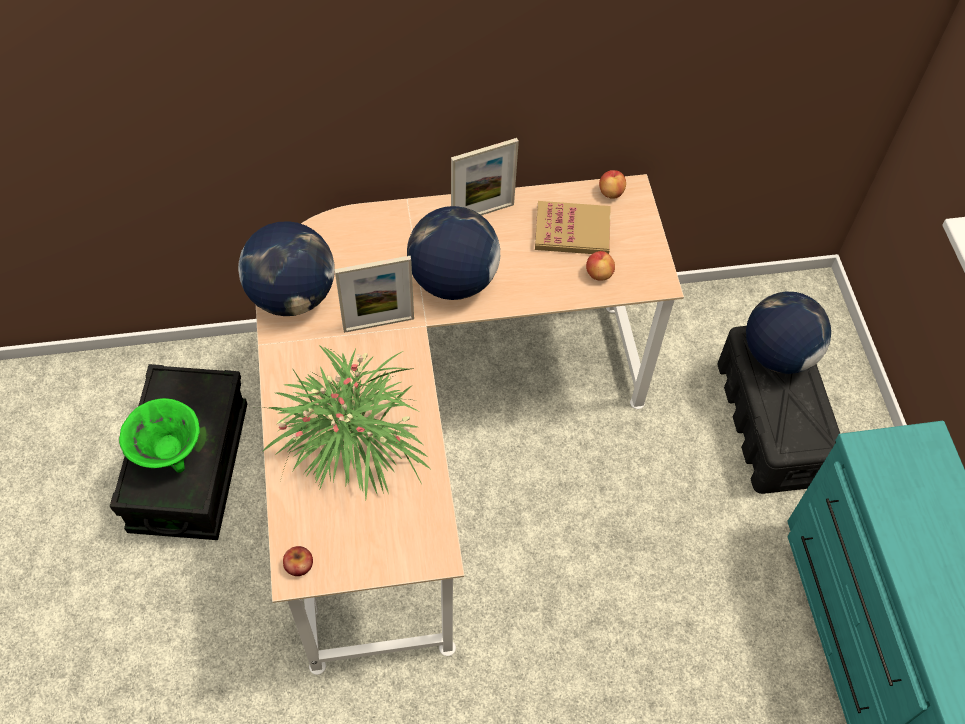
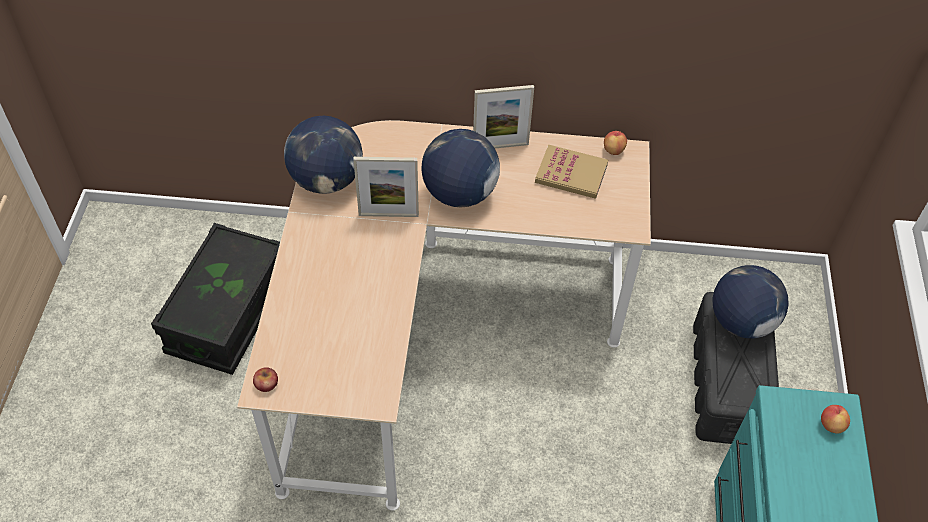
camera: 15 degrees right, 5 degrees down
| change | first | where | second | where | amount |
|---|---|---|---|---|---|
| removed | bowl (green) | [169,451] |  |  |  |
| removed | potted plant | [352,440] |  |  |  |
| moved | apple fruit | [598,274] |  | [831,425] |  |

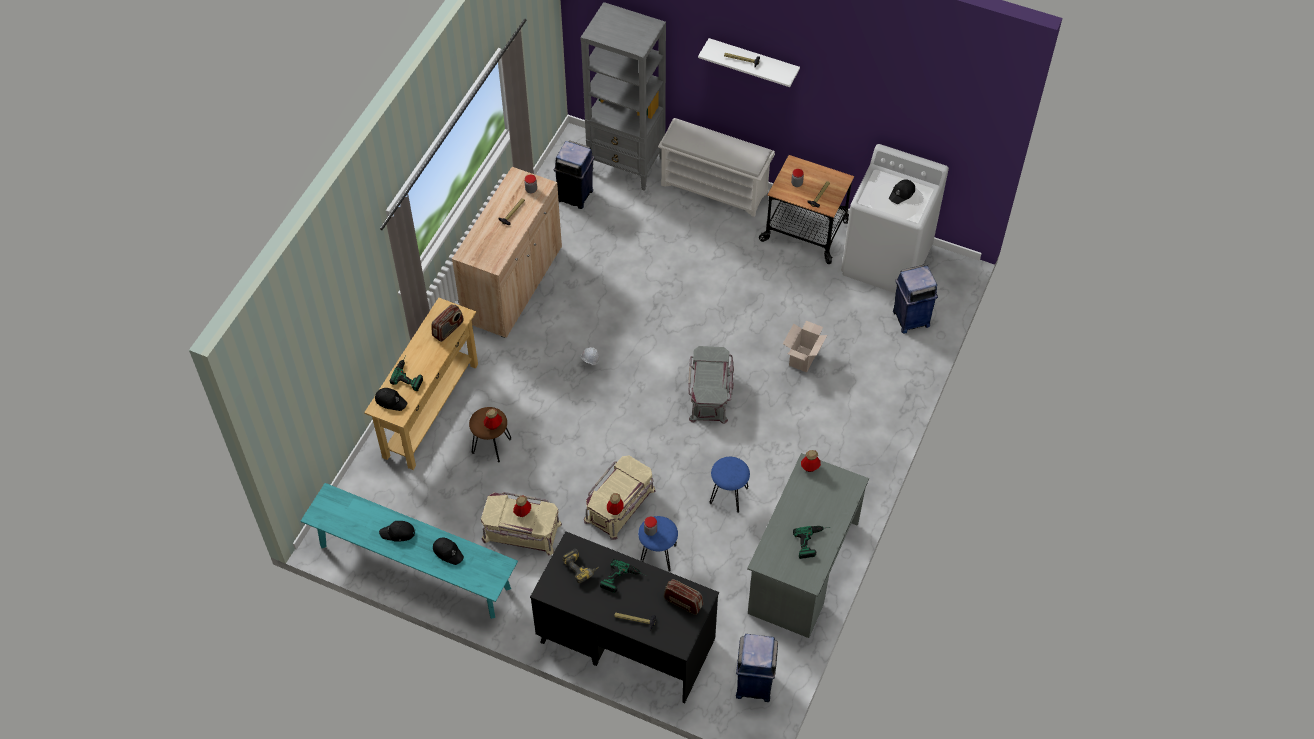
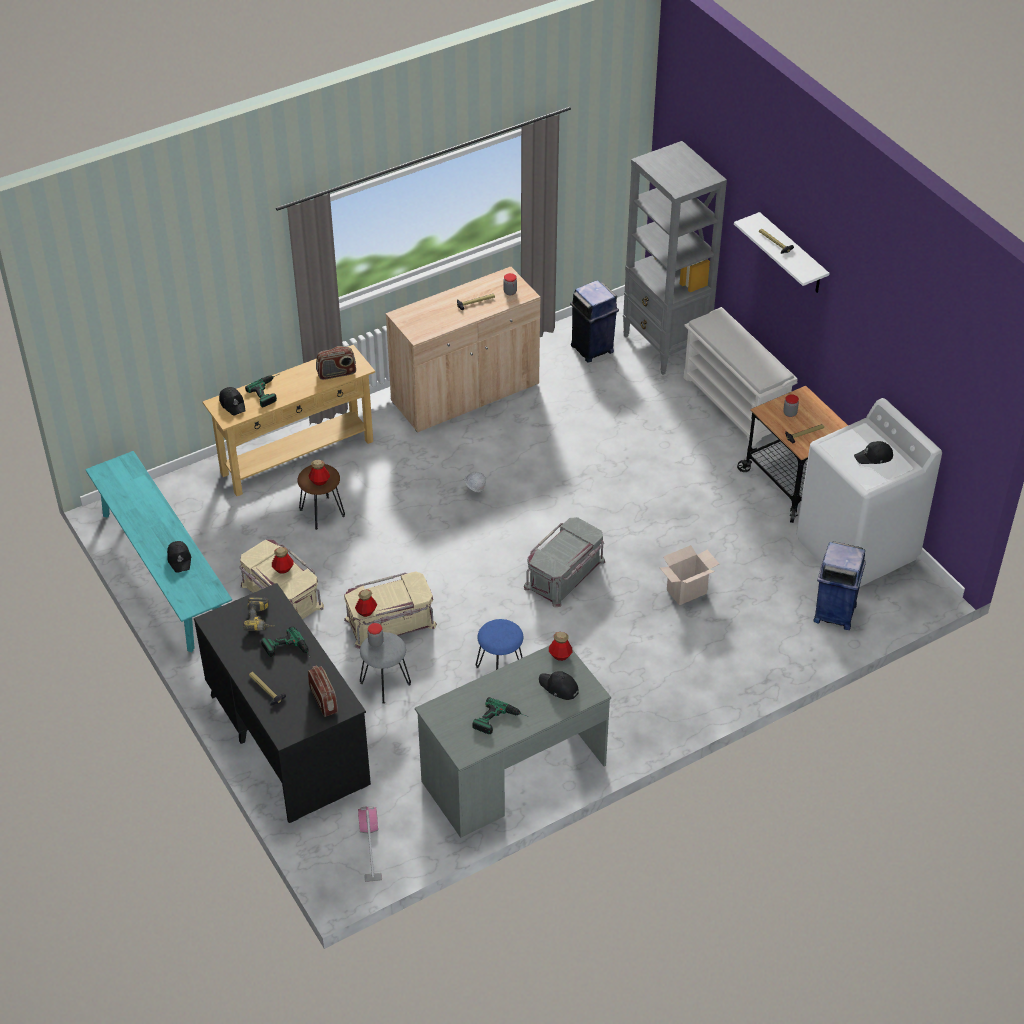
camera: 35 degrees right, 10 degrees down
| change | first | where | second | where | amount |
|---|---|---|---|---|---|
| moved | peaked cap (black) | [398,533] |  | [559,687] |  |
| recoloured | stool (blue-coloured) | [658,555] | stool (gray) | [385,684] |  |
| replaced | rubbish bin (blue-coloured) | [754,684] | vacuum cleaner | [370,846] |  |

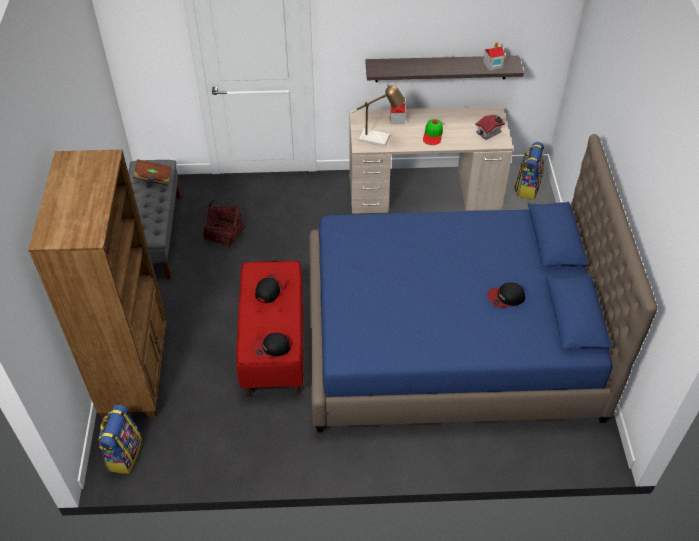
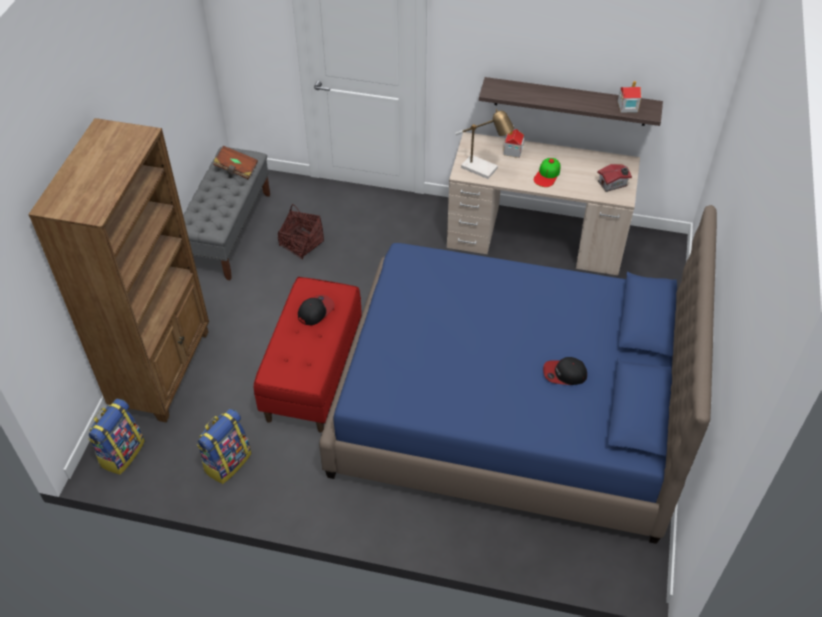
camera: 15 degrees right, 0 degrees up
| change | first | where | second | where | amount |
|---|---|---|---|---|---|
| removed | peaked cap | [271,348] |  |  |  |
| moved | rucksack | [527,187] |  | [227,462] |  |

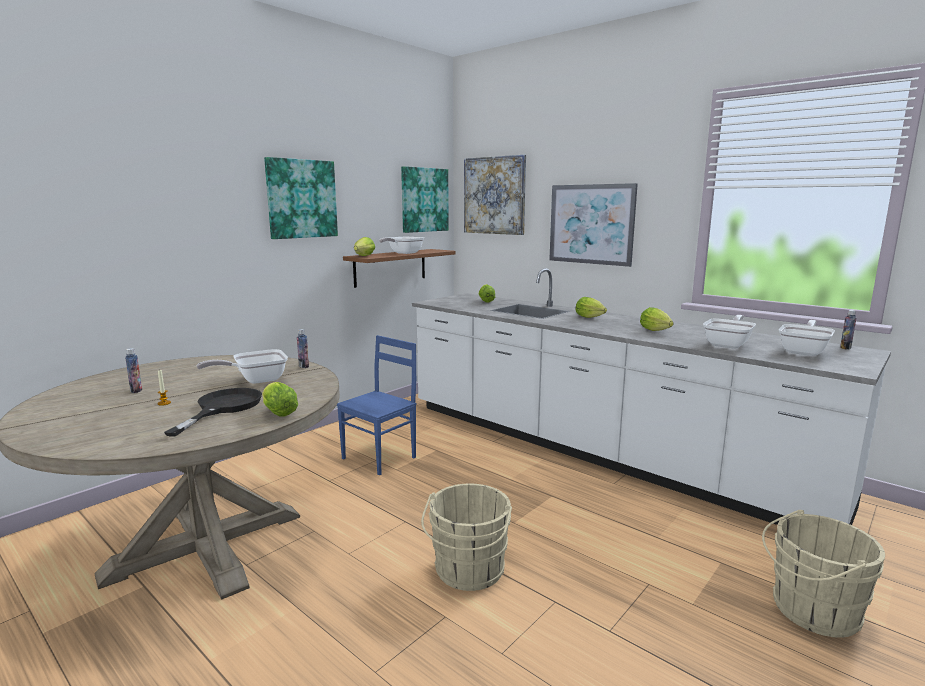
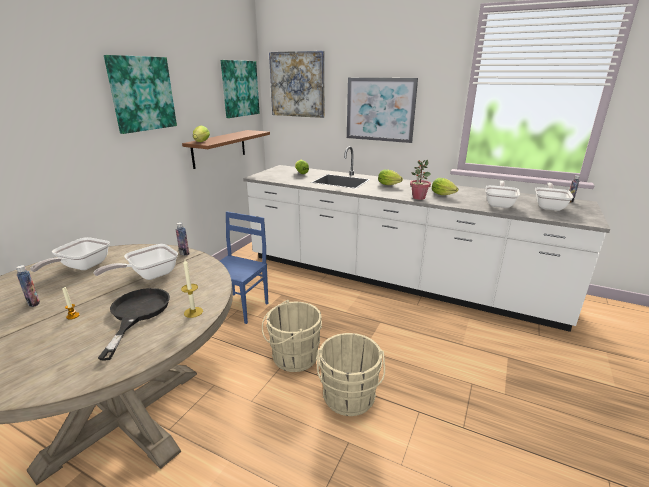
camera: 15 degrees left, 10 degrees up
| change | first | where | second | where | amount |
|---|---|---|---|---|---|
| replaced | lettuce head | [278,412] | wax candle | [193,312] |  |
| moved | pan | [403,253] |  | [81,267] |  |
| moved | bucket (sand-coloured) | [810,610] |  | [292,357] |  |
| added |  |  | potted plant | [418,198] |  |

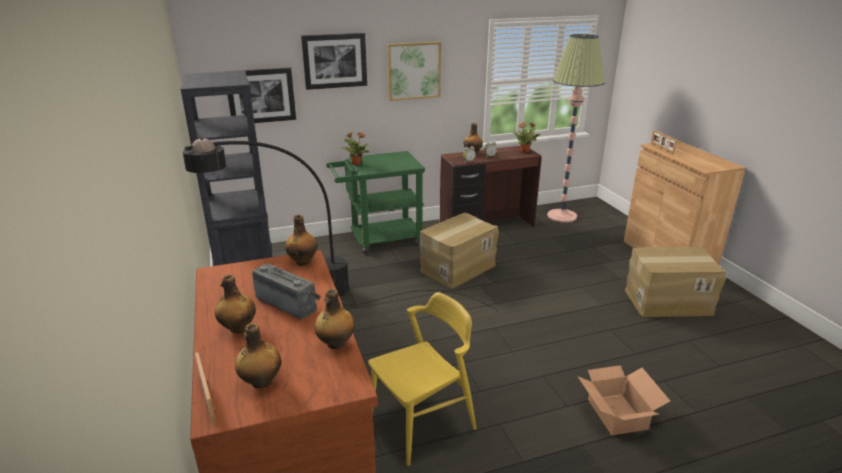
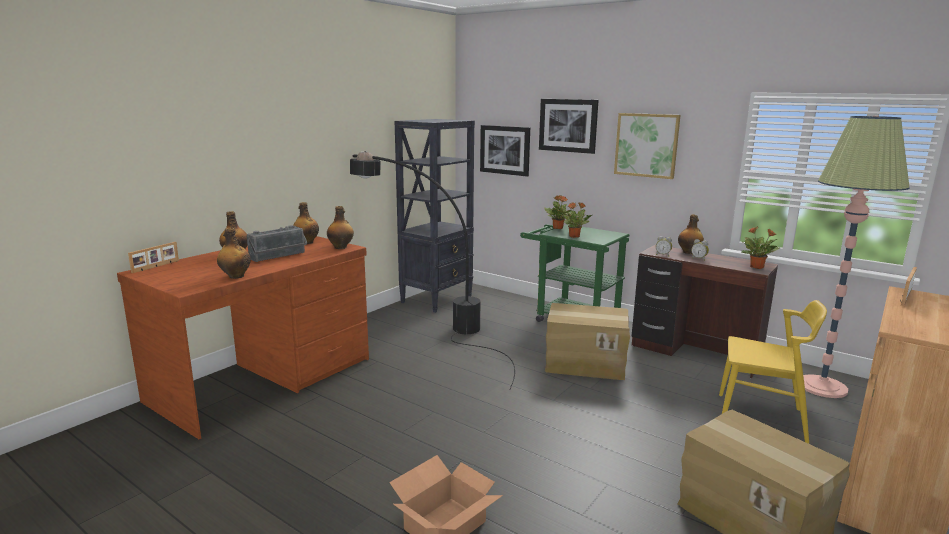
camera: 55 degrees right, 10 degrees down
| change | first | where | second | where | amount |
|---|---|---|---|---|---|
| moved | beverage bottle | [261,382] |  | [306,242] |  |
| turned | radio set | [289,303] |  | [278,257] | 45 degrees clockwise |
| moved | plain chair (yellowish) | [422,423] |  | [761,418] |  |
| added |  |  | potted plant | [574,236] |  |

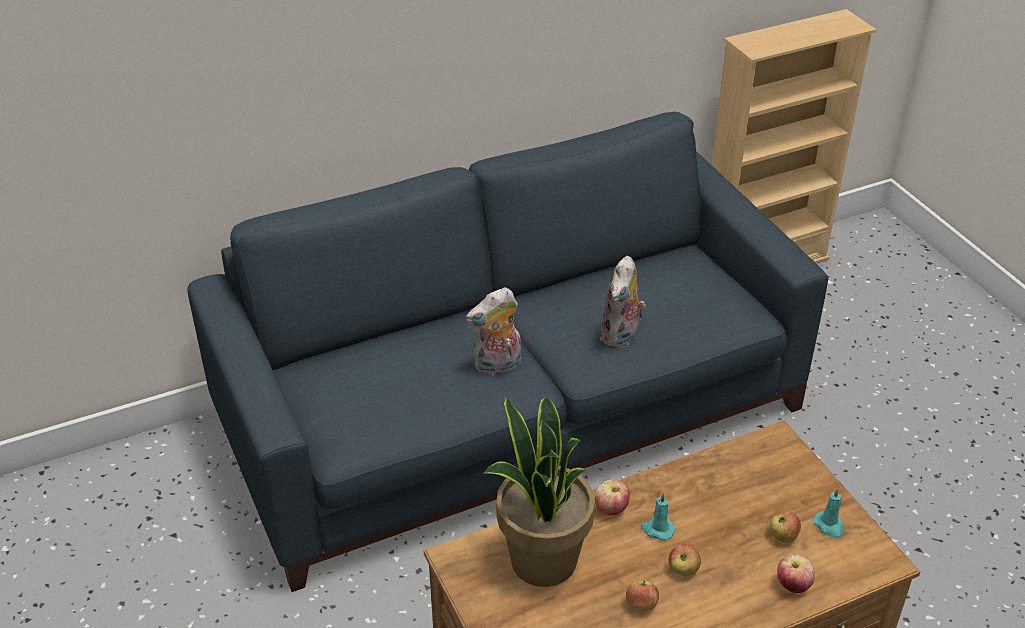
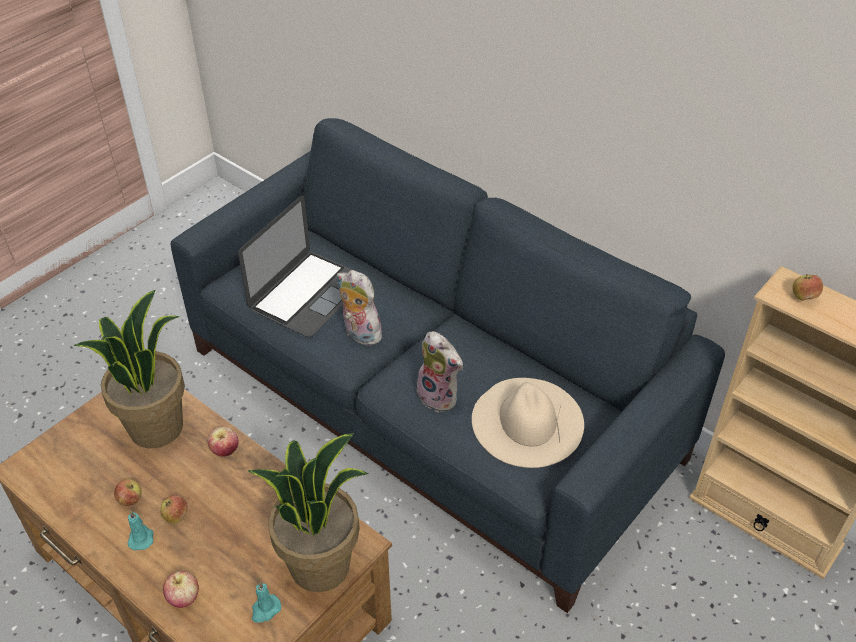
camera: 65 degrees right, 5 degrees up
| change | first | where | second | where | amount |
|---|---|---|---|---|---|
| turned | plush toy | [621,336] |  | [440,396] | 135 degrees counterclockwise |
| moved | wax candle (blue-green) | [657,529] |  | [141,538] |  |
| moved | apple fruit | [783,536] |  | [803,297] |  |
| added |  |  | laptop | [308,293] |  |
| added |  |  | potted plant | [320,564] |  |
| added |  |  | wearable hat (sand-coloured) | [527,421] |  |

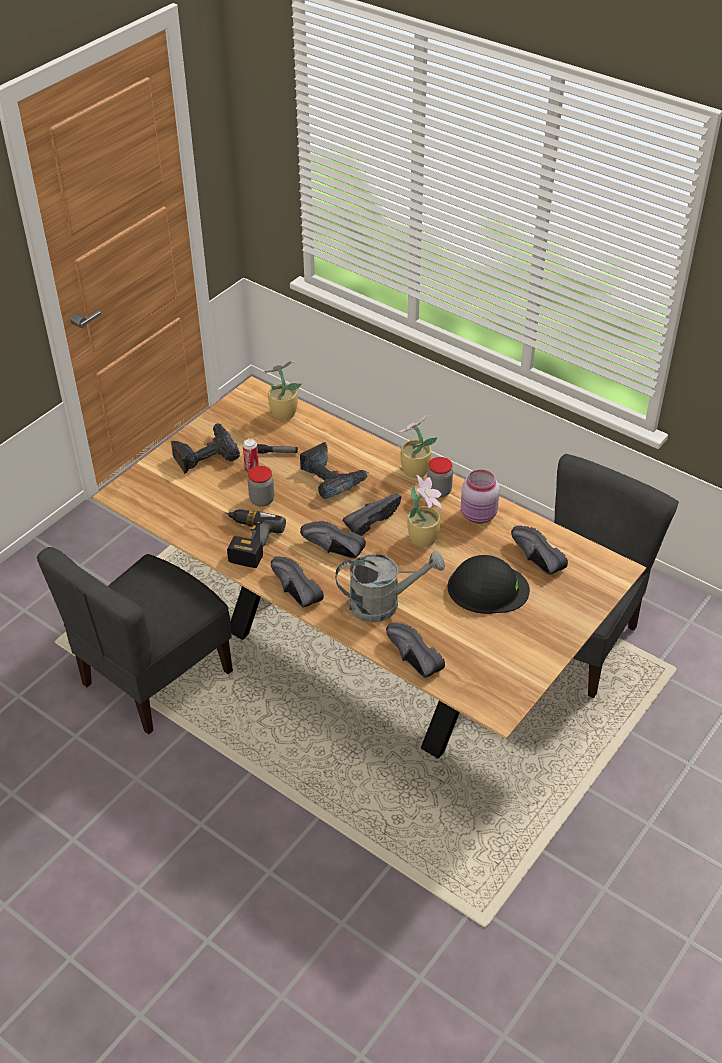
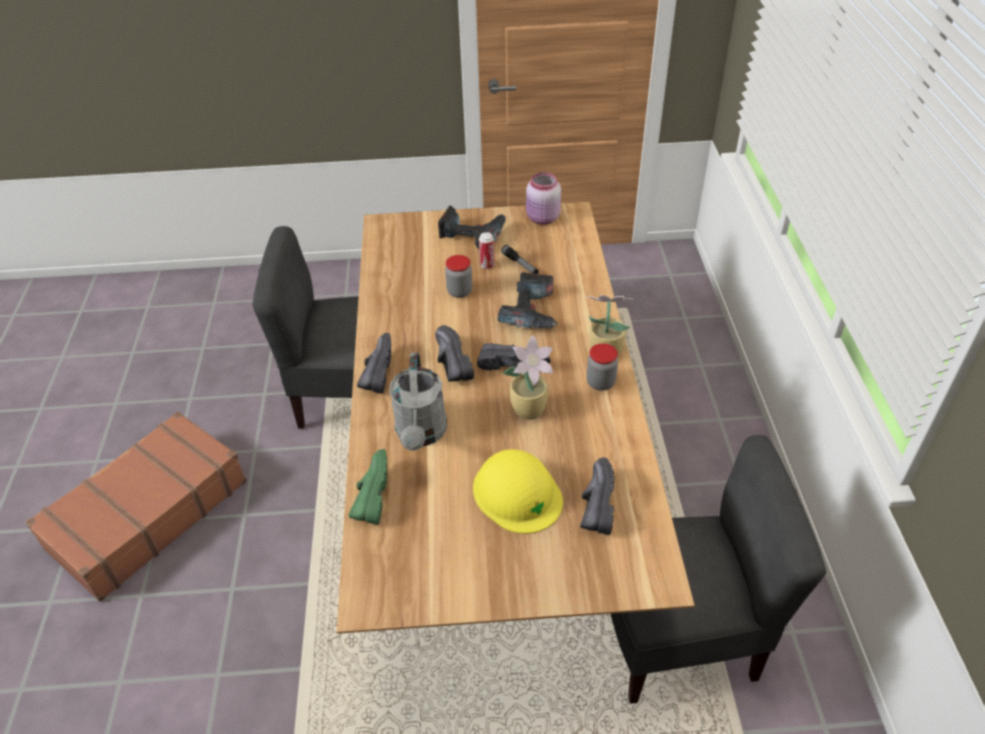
camera: 50 degrees right, 0 degrees up
| change | first | where | second | where | amount |
|---|---|---|---|---|---|
| removed | electric drill | [246,542] |  |  |  |
| removed | potted plant | [282,413] |  |  |  |
| turned | watering can (gray) | [383,603] |  | [421,434] | 45 degrees clockwise |
| recoloured | shoe (black) | [410,660] | shoe (green) | [370,495] |  |
| recoloured | hard hat (black) | [487,588] | hard hat (yellowish) | [517,493] |  |
| moved | storage jar (pink) | [479,515] |  | [542,219] |  |
| added |  |  | suitcase (brown) | [147,514] |  |

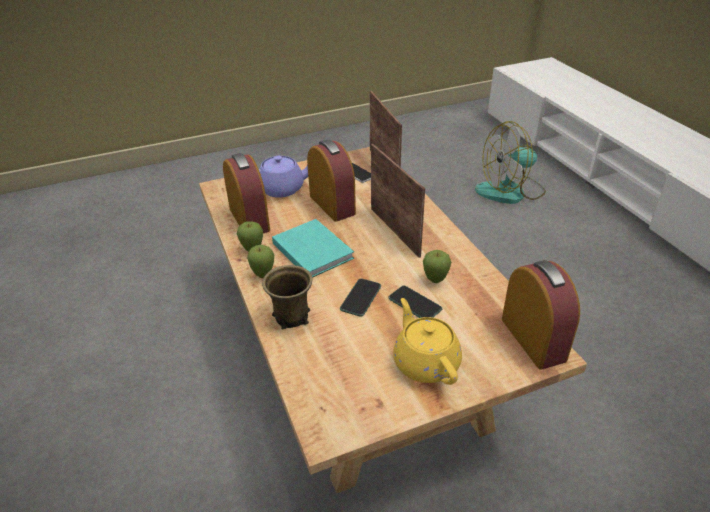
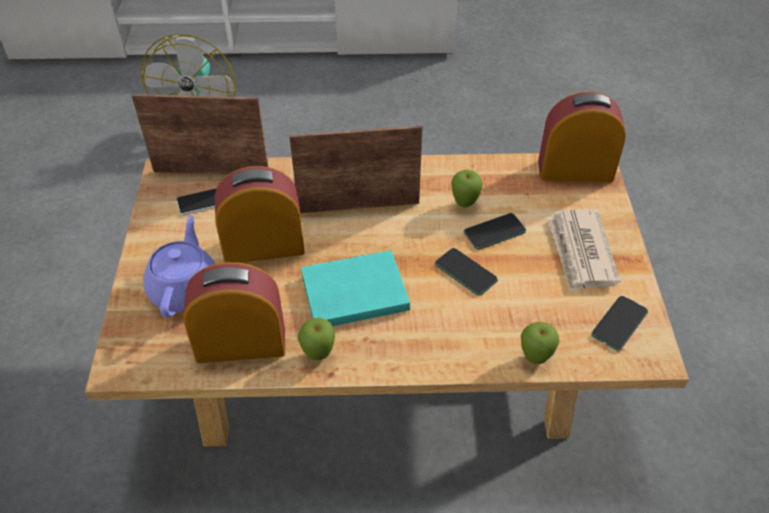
camera: 70 degrees left, 10 degrees up
| change | first | where | second | where | amount |
|---|---|---|---|---|---|
| moved | apple fruit | [263,275] |  | [535,358] |  |
| removed | mug (brown) | [291,317] |  |  |  |
| replaced | tea pot (yellowish) | [425,362] | printed paper | [581,252] |  |
| added |  |  | handset | [619,323] |  |

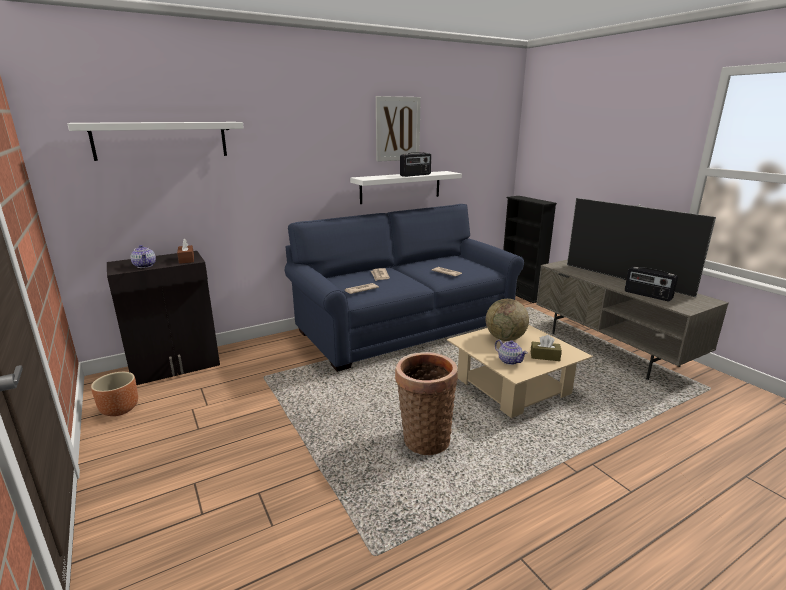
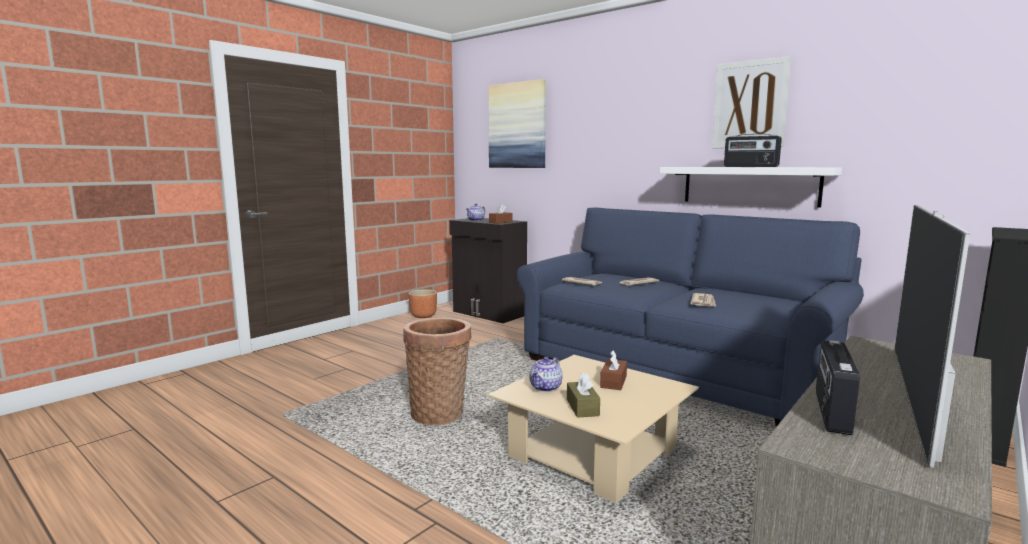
camera: 70 degrees right, 10 degrees down
| change | first | where | second | where | amount |
|---|---|---|---|---|---|
| replaced | bracket shelf (white) | [161,140] | picture | [517,125] |  |
| replaced | world globe | [505,338] | tissue holder (brown) | [613,382] |  |

